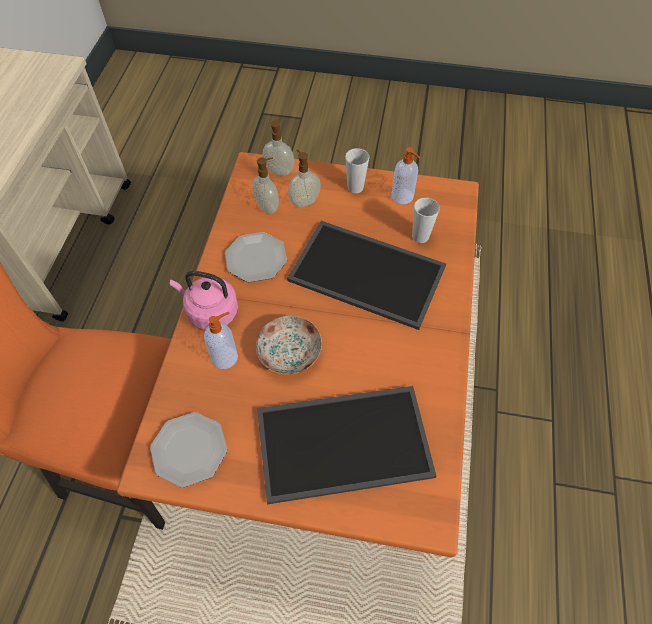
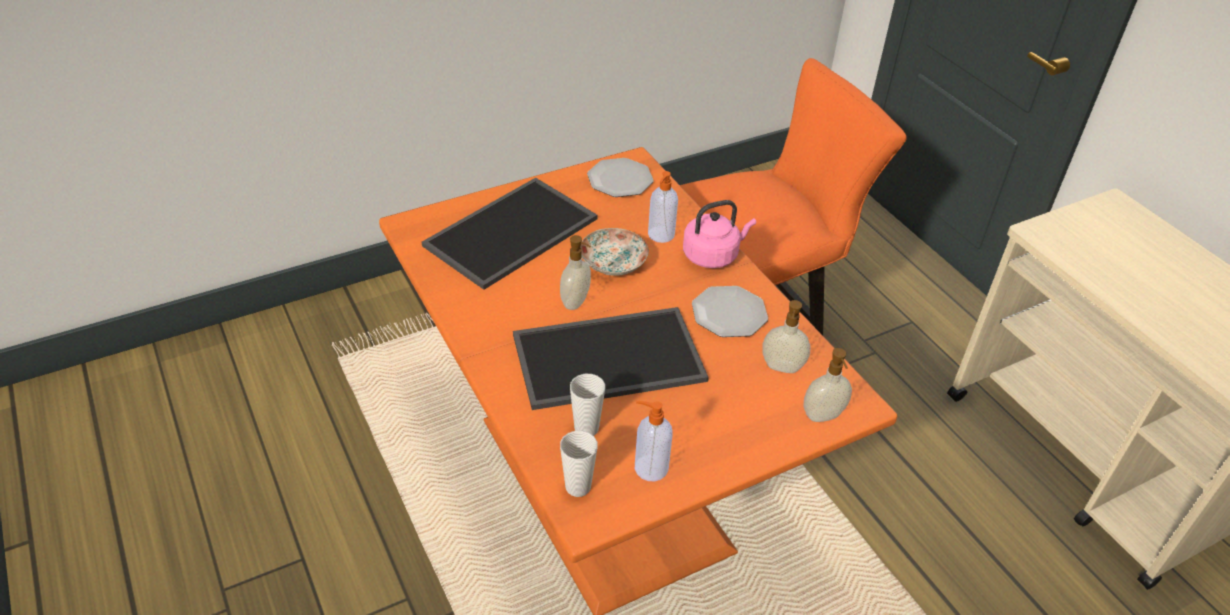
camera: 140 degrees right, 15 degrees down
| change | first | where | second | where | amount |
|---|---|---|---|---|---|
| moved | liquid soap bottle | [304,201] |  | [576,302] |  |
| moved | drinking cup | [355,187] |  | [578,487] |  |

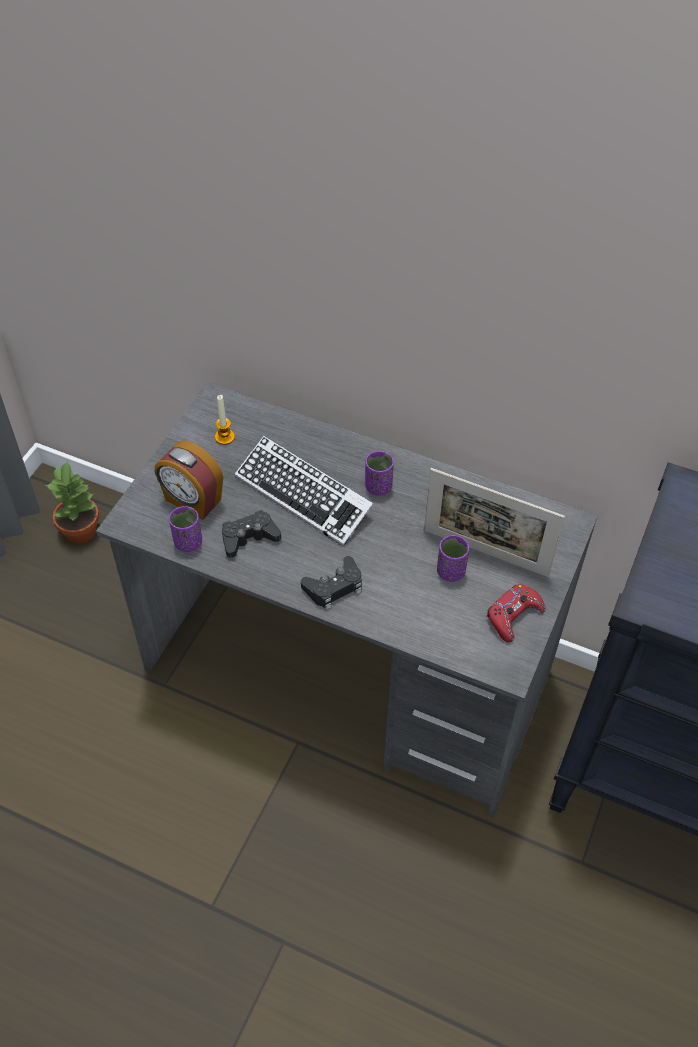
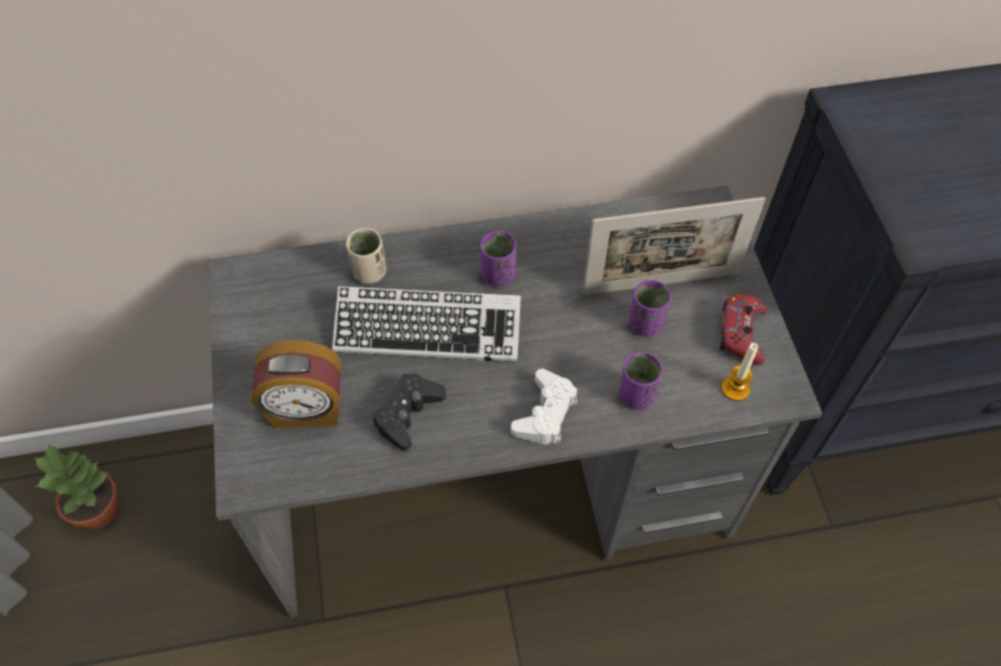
camera: 35 degrees left, 5 degrees up
| change | first | where | second | where | amount |
|---|---|---|---|---|---|
| moved | drinking cup (purple-coloured) | [188,542] |  | [636,395] |  |
| moved | wax candle | [224,437] |  | [735,388] |  |
| recoloured | game controller (black) | [334,587] | game controller (white) | [545,413] |  |
| added |  |  | drinking cup (sand-coloured) | [369,272] |  |

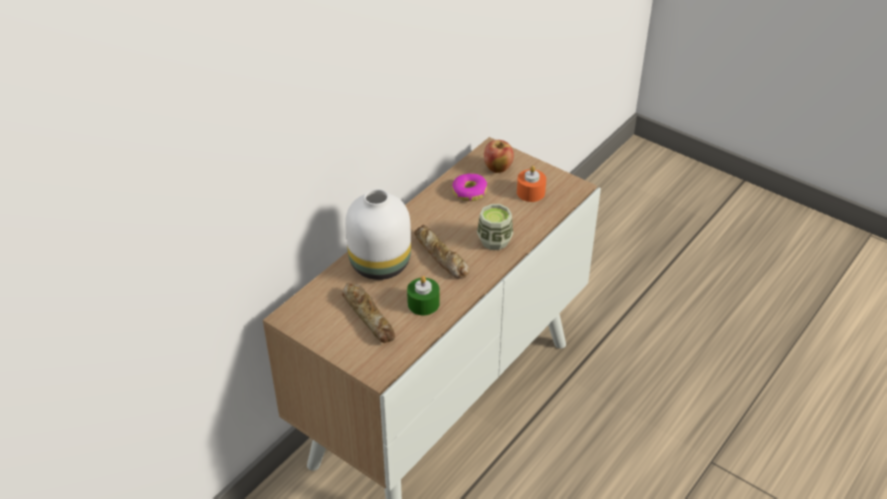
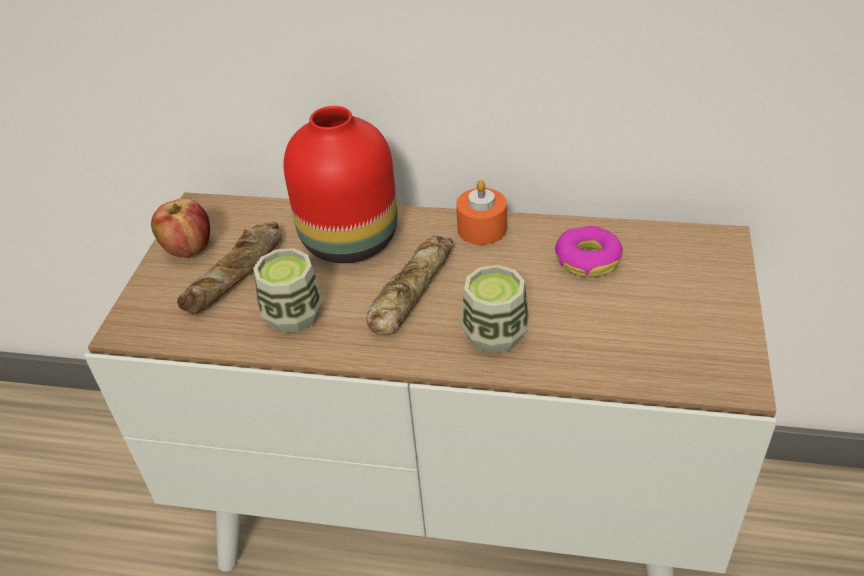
camera: 65 degrees right, 0 degrees up
| change | first | where | second | where | amount |
|---|---|---|---|---|---|
| recoloured | vase (white) | [378,264] | vase (red-coloured) | [348,239] |  |
| replaced | wax candle (green) | [423,303] | drinking cup | [293,315] |  |
| moved | apple fruit | [497,168] |  | [189,249] |  |
| moved | wax candle (orange-coloured) | [530,192] |  | [482,228] |  |

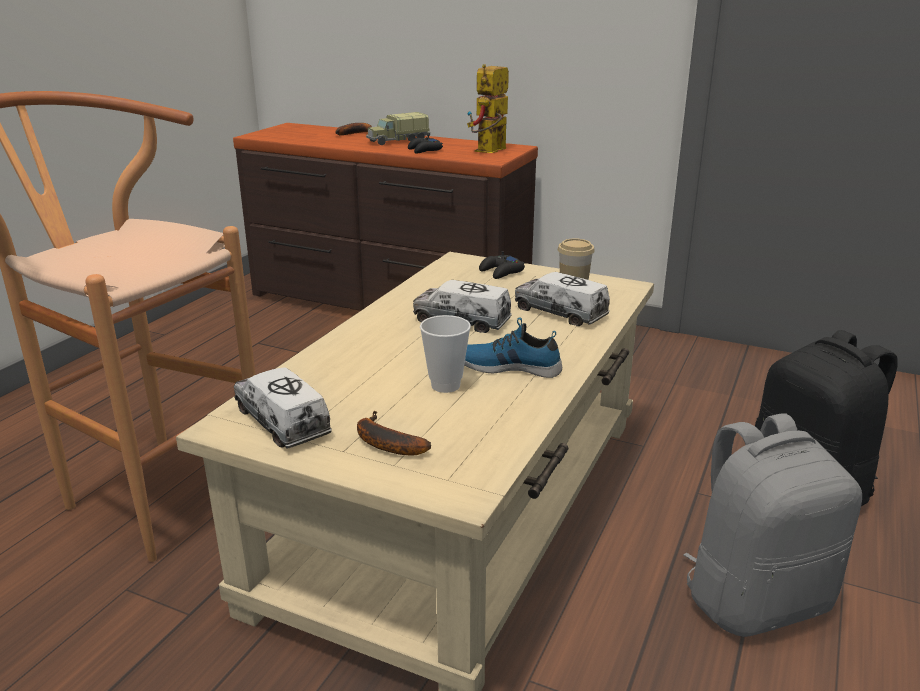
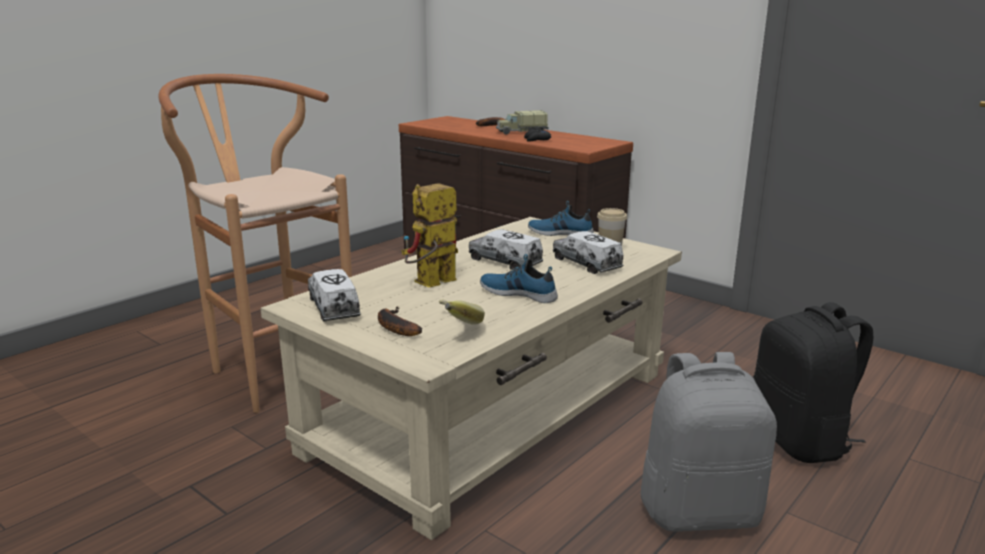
camera: 15 degrees right, 5 degrees down
| change | first | where | second | where | amount |
|---|---|---|---|---|---|
| removed | drinking cup | [445,385] |  |  |  |
| moved | robot figure | [489,152] |  | [431,284] |  |
| replaced | game controller (black) | [501,272] | shoe | [560,233] |  |
| added |  |  | banana | [453,327] |  |

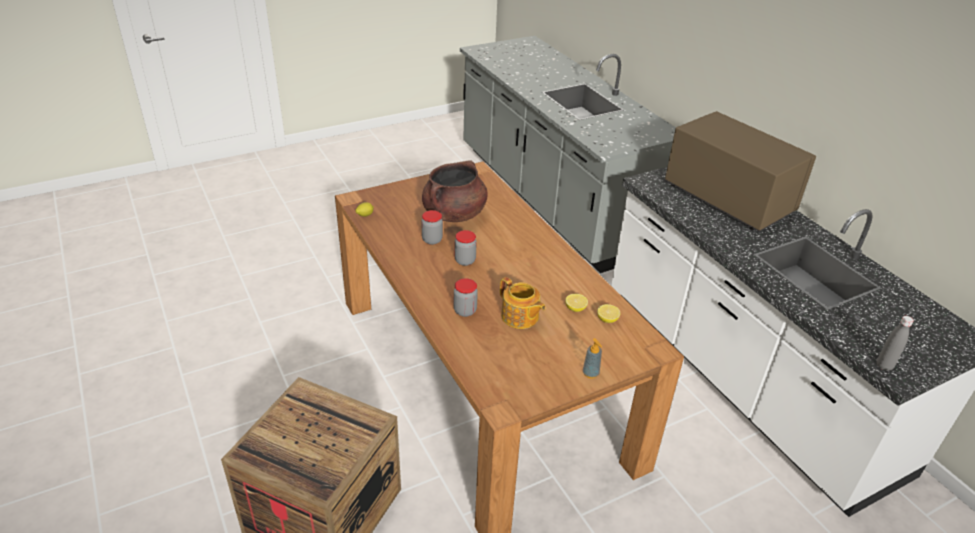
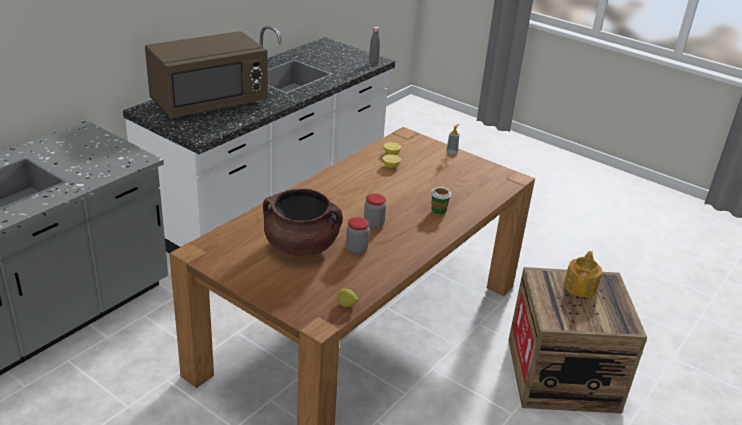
camera: 115 degrees left, 5 degrees down
| change | first | where | second | where | amount |
|---|---|---|---|---|---|
| replaced | storage jar | [465,311] | drinking cup | [438,210] |  |
| moved | tea pot | [520,317] |  | [581,287] |  |
| turned | microwave (brown) | [727,199] |  | [209,102] | 150 degrees counterclockwise |

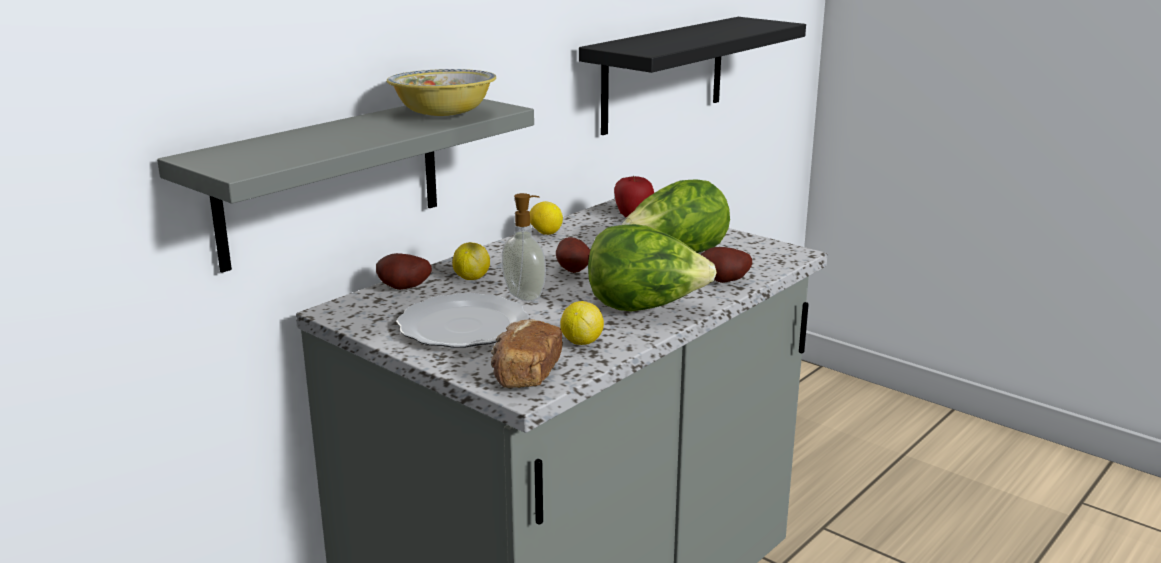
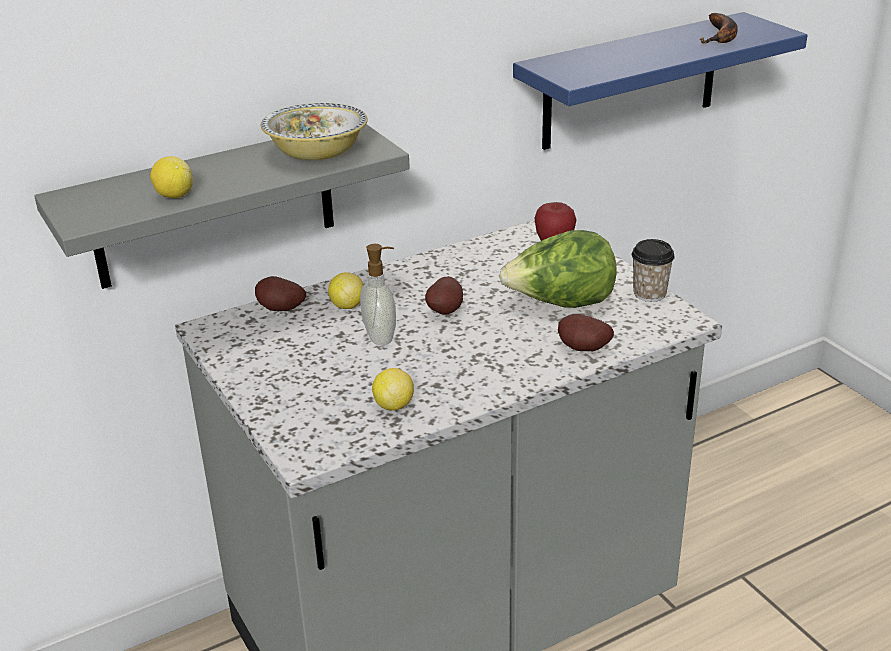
camera: 20 degrees right, 10 degrees up
| change | first | where | second | where | amount |
|---|---|---|---|---|---|
| removed | flat dish | [461,326] |  |  |  |
| removed | bread | [525,374] |  |  |  |
| moved | lemon | [545,233] |  | [174,195] |  |
| recoloured | bracket shelf (black) | [663,74] | bracket shelf (blue-coloured) | [631,81] |  |
| removed | lettuce head | [645,307] |  |  |  |
| added |  |  | drinking cup | [649,294] |  |
| added |  |  | banana | [722,36] |  |

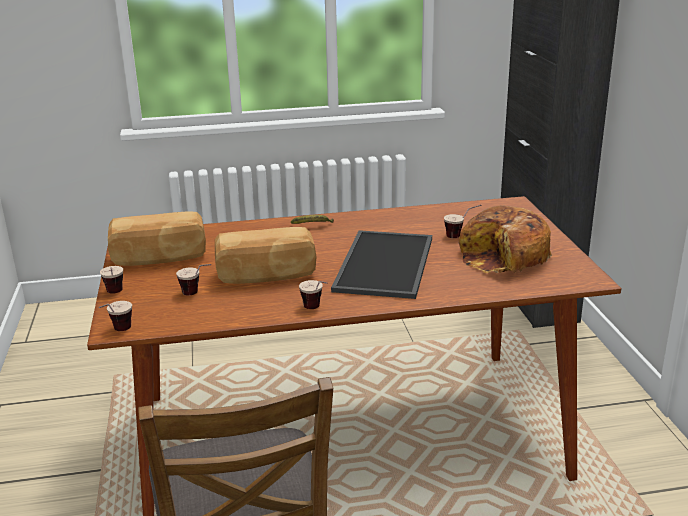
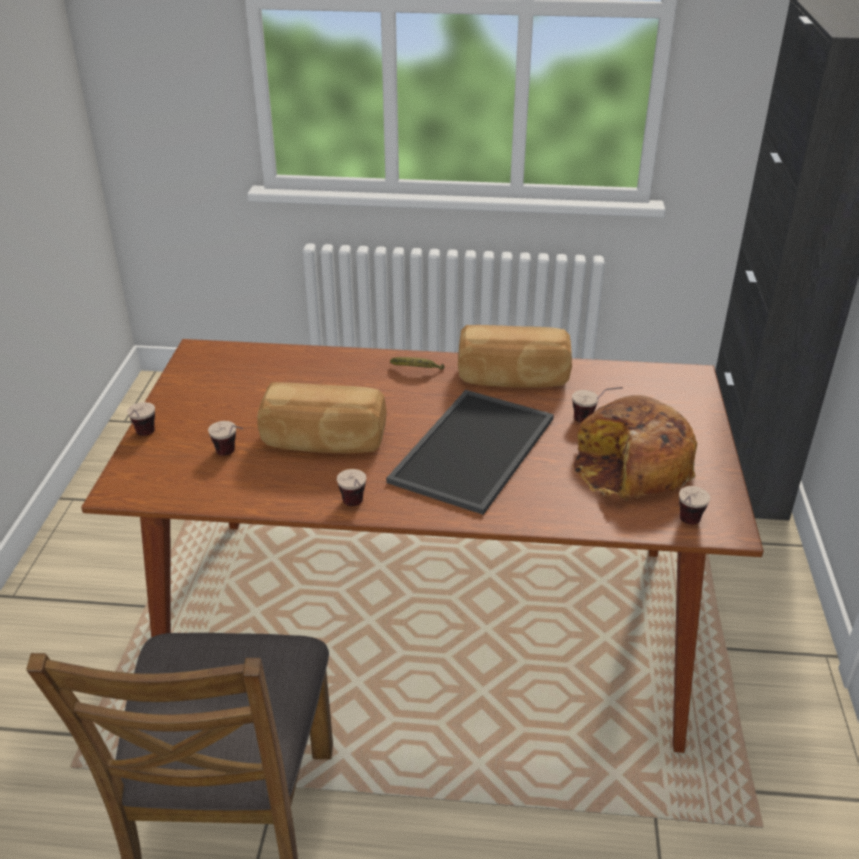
camera: 15 degrees right, 10 degrees up
| change | first | where | second | where | amount |
|---|---|---|---|---|---|
| moved | drinking cup | [117,332] |  | [685,525] |  |
| moved | bread | [159,258] |  | [513,378] |  |

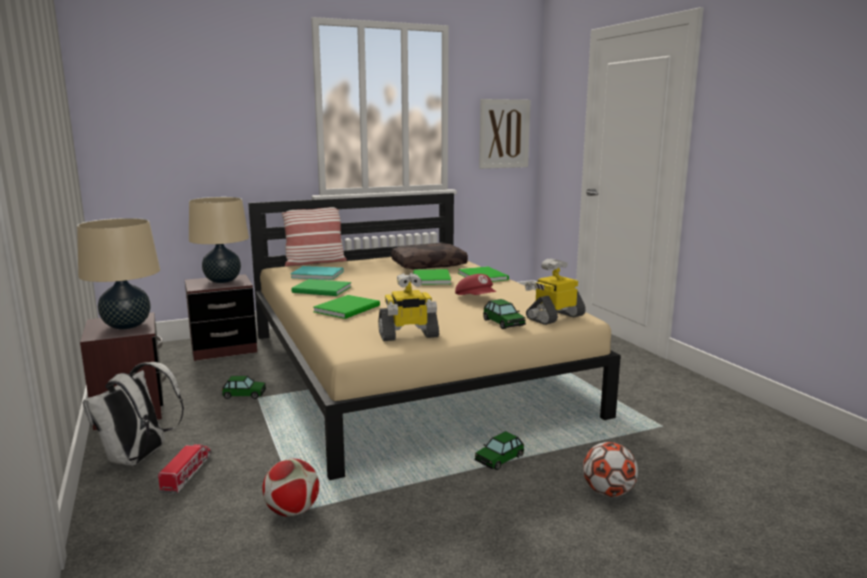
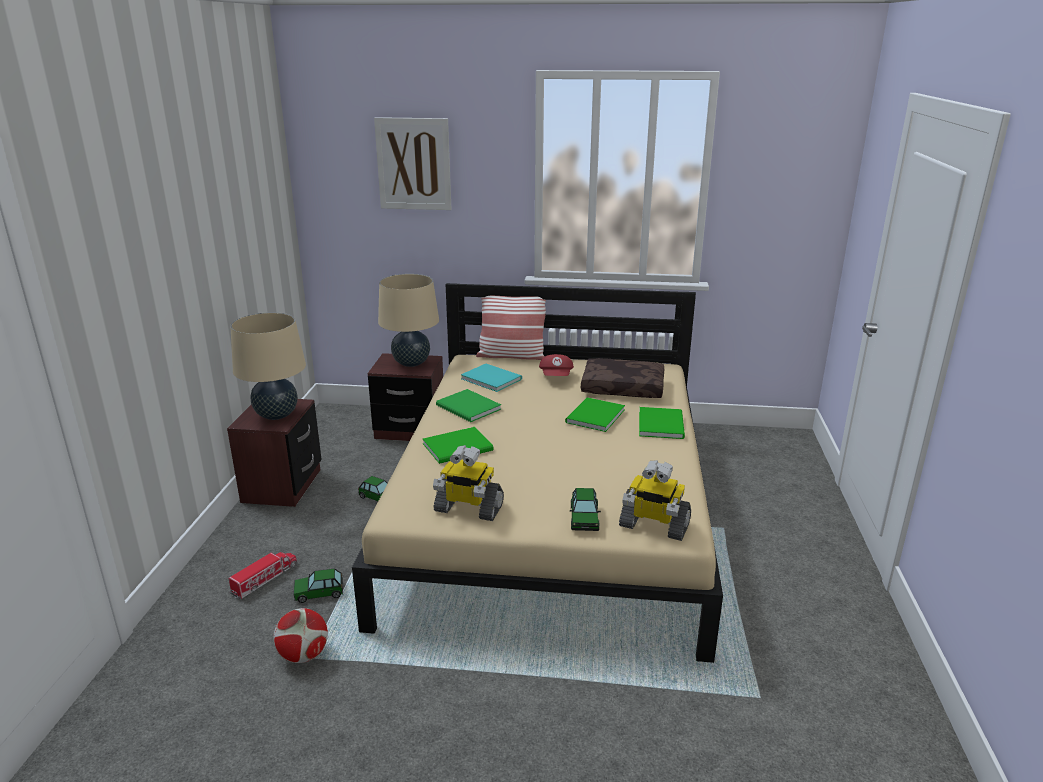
camera: 30 degrees right, 10 degrees up
| change | first | where | second | where | amount |
|---|---|---|---|---|---|
| removed | rucksack (white) | [138,458] |  |  |  |
| moved | peaked cap (red-coloured) | [476,299] |  | [556,377] |  |
| moved | miniature car | [499,459] |  | [319,592] |  |
| moved | picture | [504,134] |  | [414,164] |  |
| turned | robot figure | [554,317] |  | [653,526] | 150 degrees counterclockwise |
| removed | ball for football | [608,492] |  |  |  |

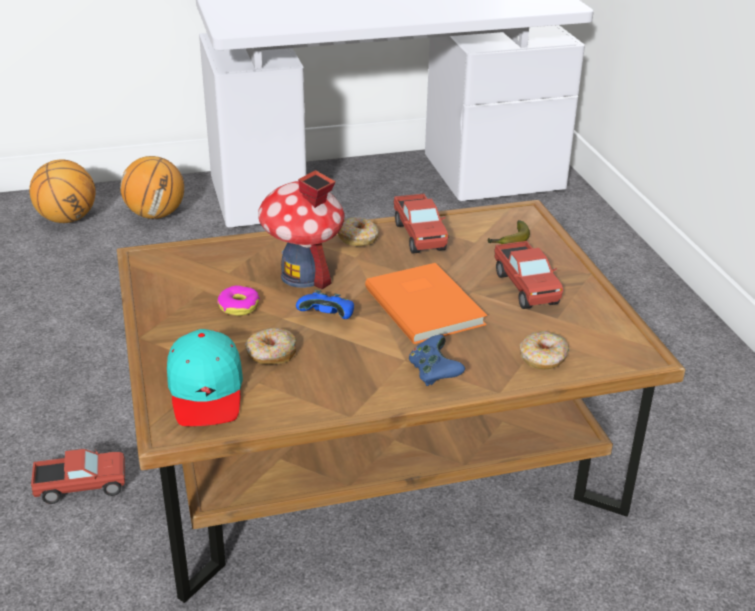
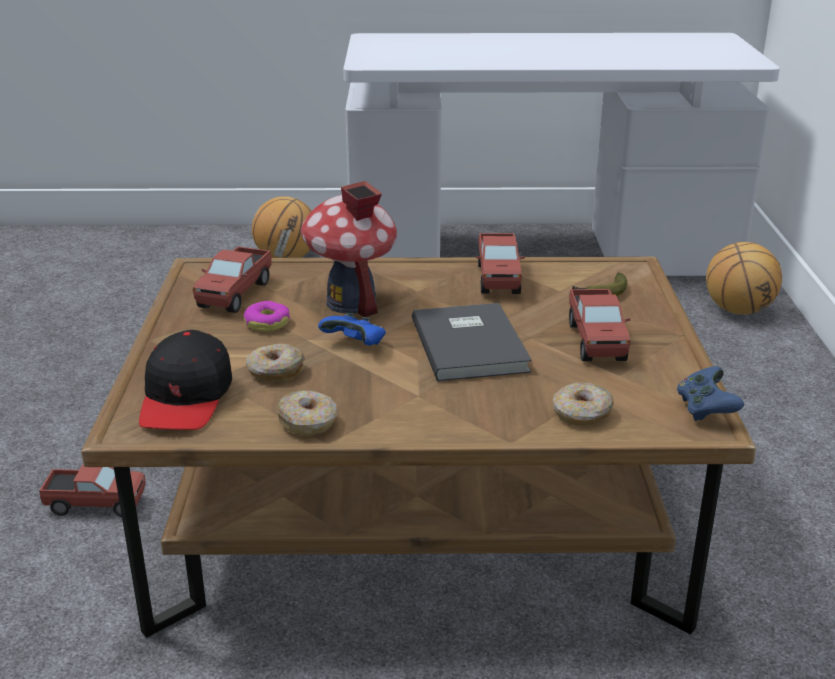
camera: 15 degrees right, 5 degrees down
| change | first | where | second | where | amount |
|---|---|---|---|---|---|
| moved | basketball ball | [67,219] |  | [738,310] |  |
| recoloured | peaked cap (blue-green) | [206,391] | peaked cap (black) | [186,398] |  |
| moved | ring doughnut | [358,238] |  | [308,422] |  |
| recoloured | book (orange-coloured) | [426,304] | book (gray) | [472,344] |  |
| moved | game controller (blue-coloured) | [434,373] |  | [705,409] |  |
| added |  |  | toy truck | [235,294] |  |

